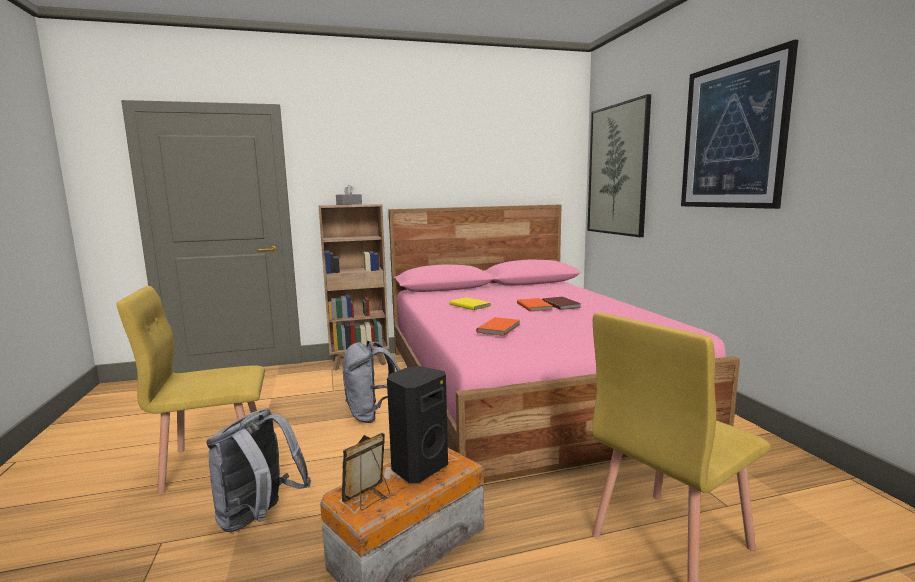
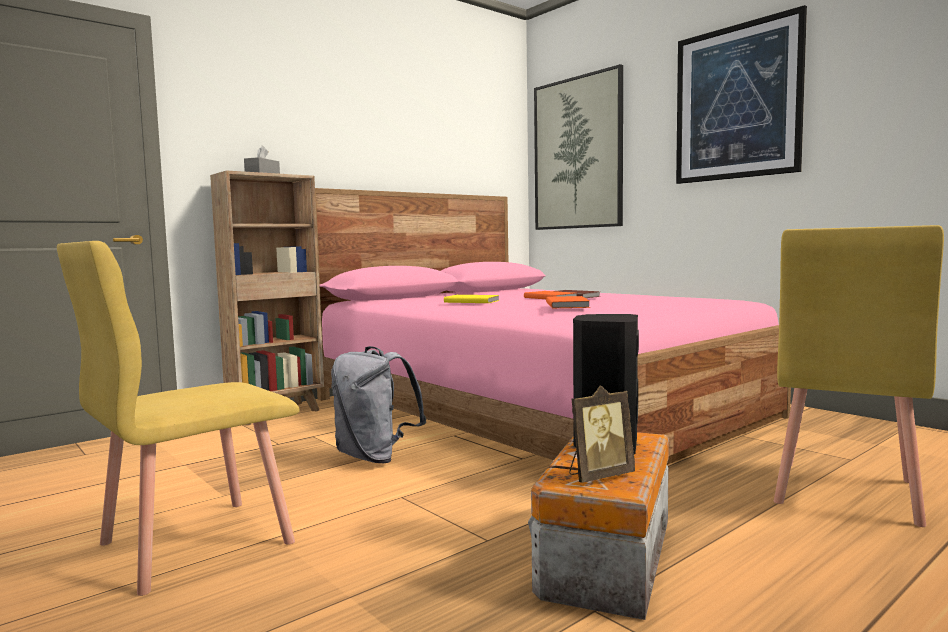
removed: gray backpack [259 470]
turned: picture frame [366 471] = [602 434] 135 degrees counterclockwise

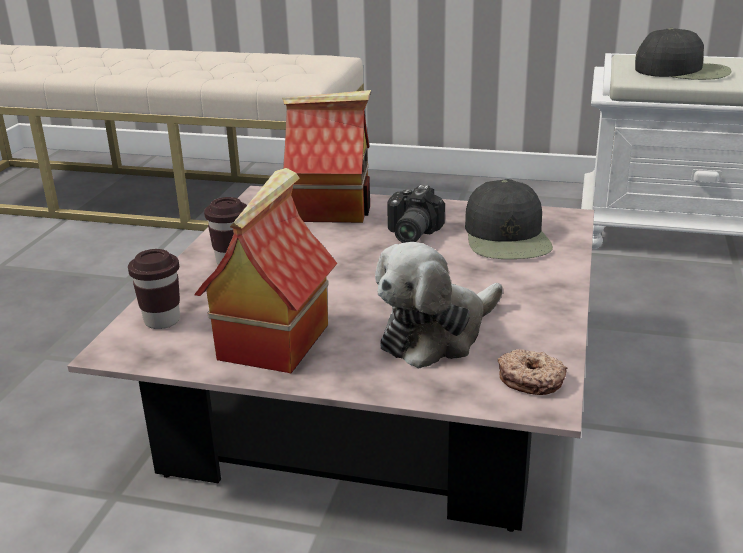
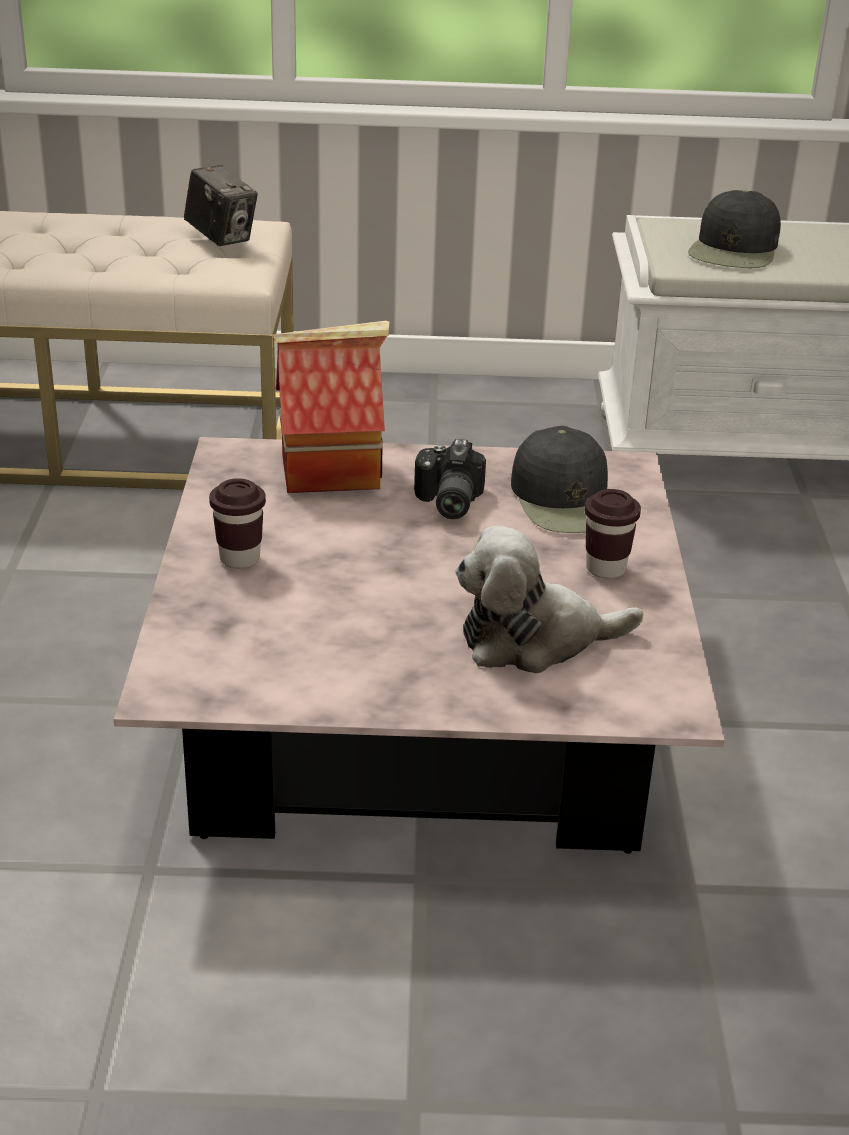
removed: toy house [266 270]; ring doughnut [532 372]
added: photo camera [221 205]
moved: brown-coloured cup [154 289] to [613 534]
turned: cuddly toy [439 305] = [549 599] 45 degrees clockwise; black cap [683 54] = [734 229] 105 degrees clockwise

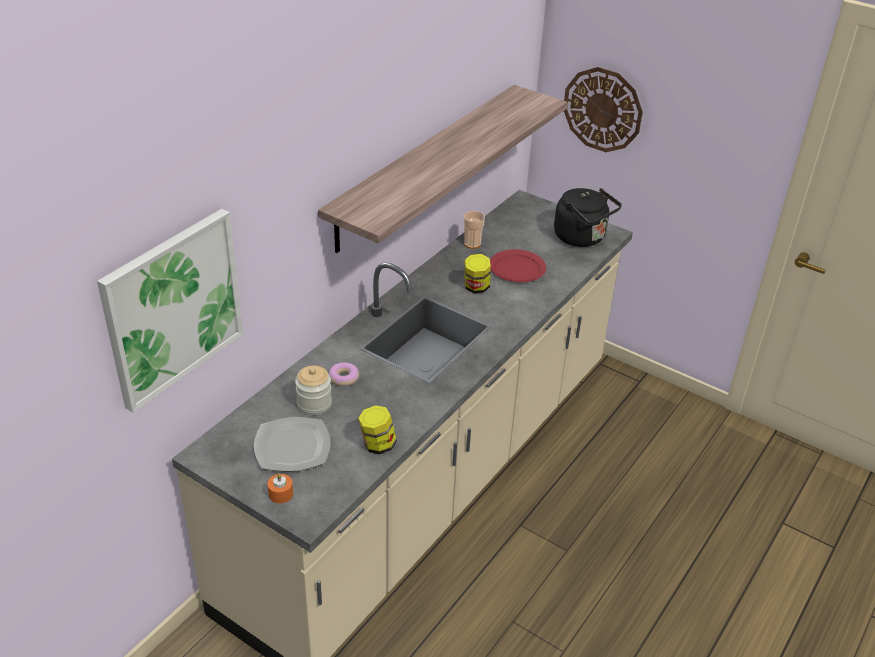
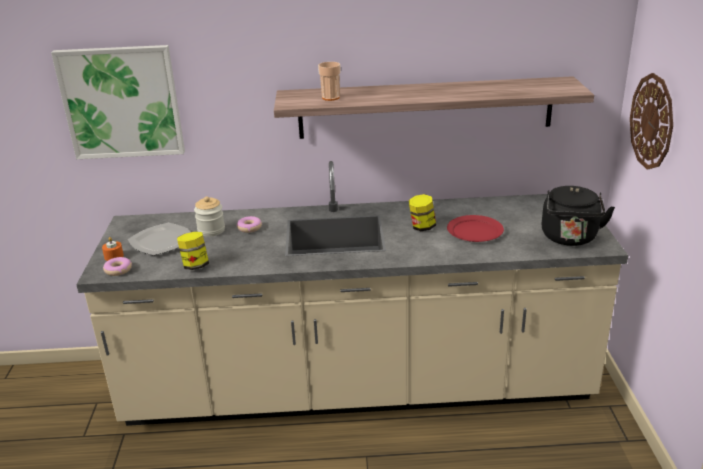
added: ring doughnut [117 266]
moved: cup [474 230] to [329 81]

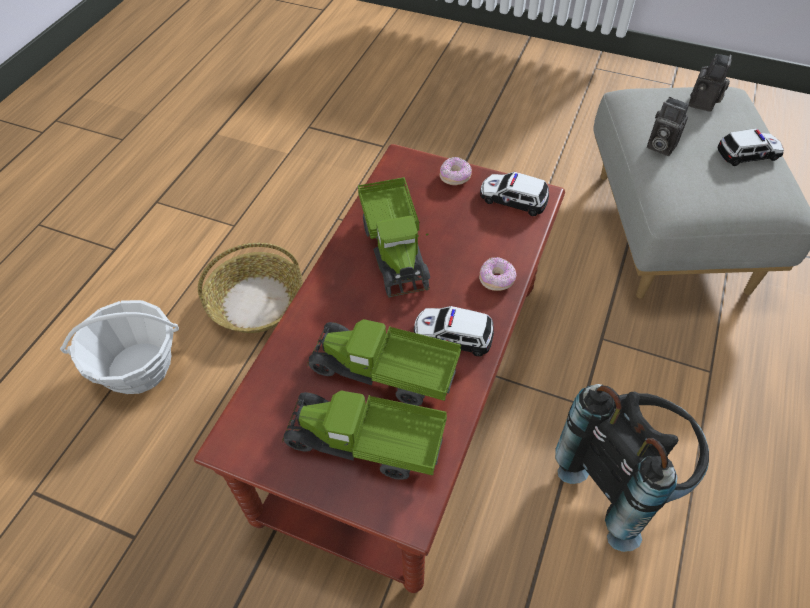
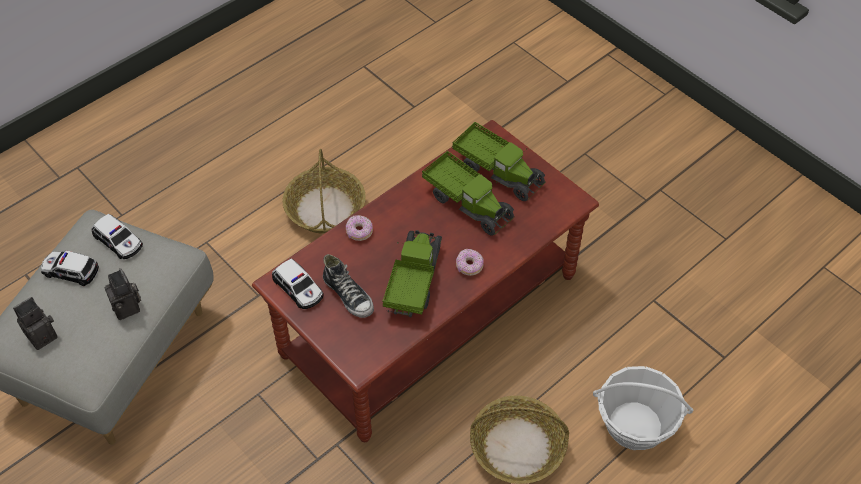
added: low shoe [348 286]
moved: toy car [454 331] to [117 236]; ring doughnut [456 171] to [470 262]
replaced: black backpack [632 468] to basket [324 191]

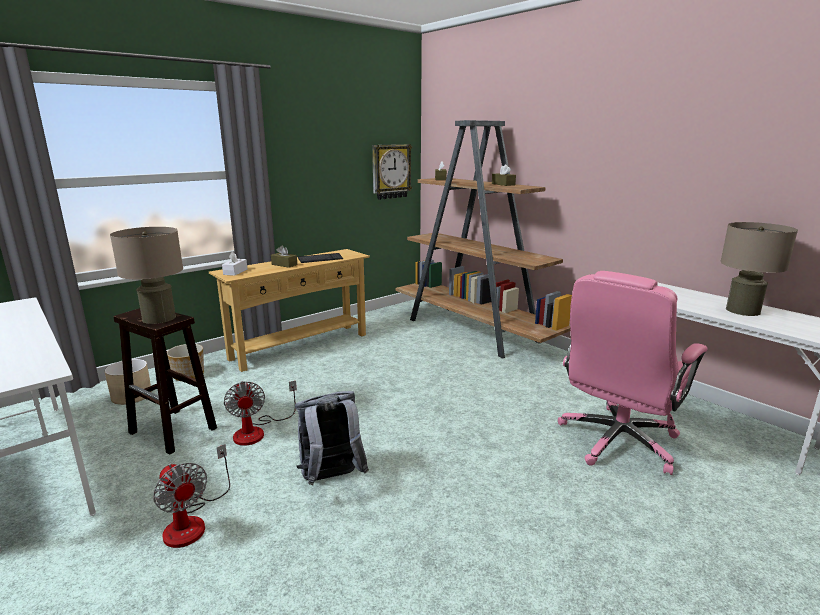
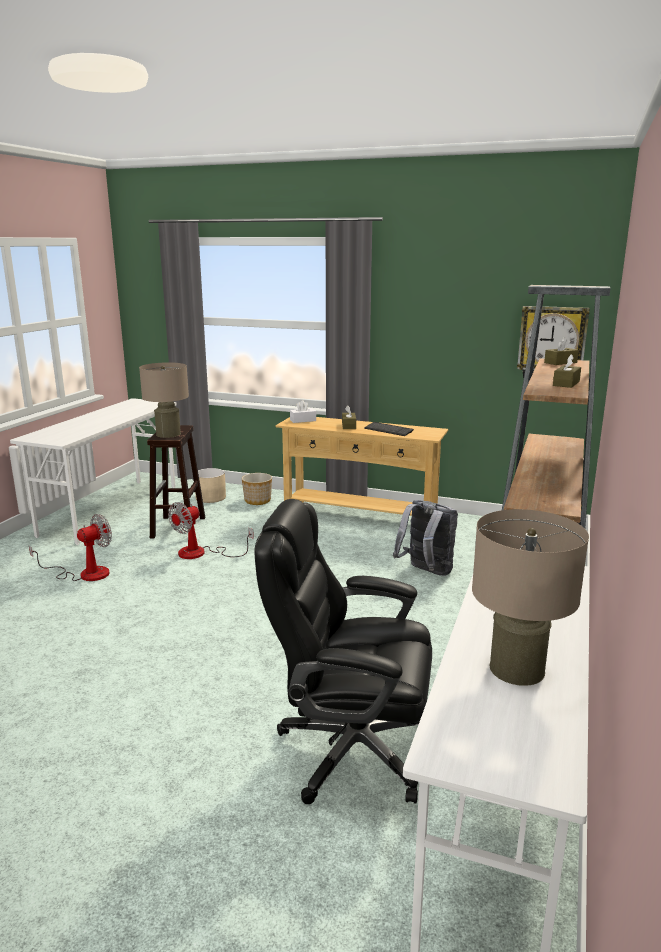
moved: gray backpack [332 438] to [425 538]
recoloured: pink-coloured office chair [633 373] to black office chair [343 651]
turned: cooling fan [191 496] = [70 547] 150 degrees counterclockwise

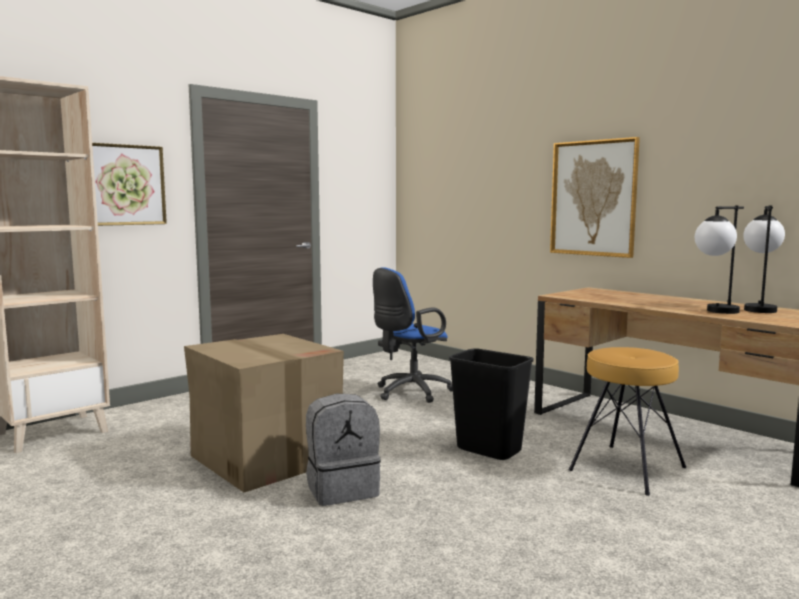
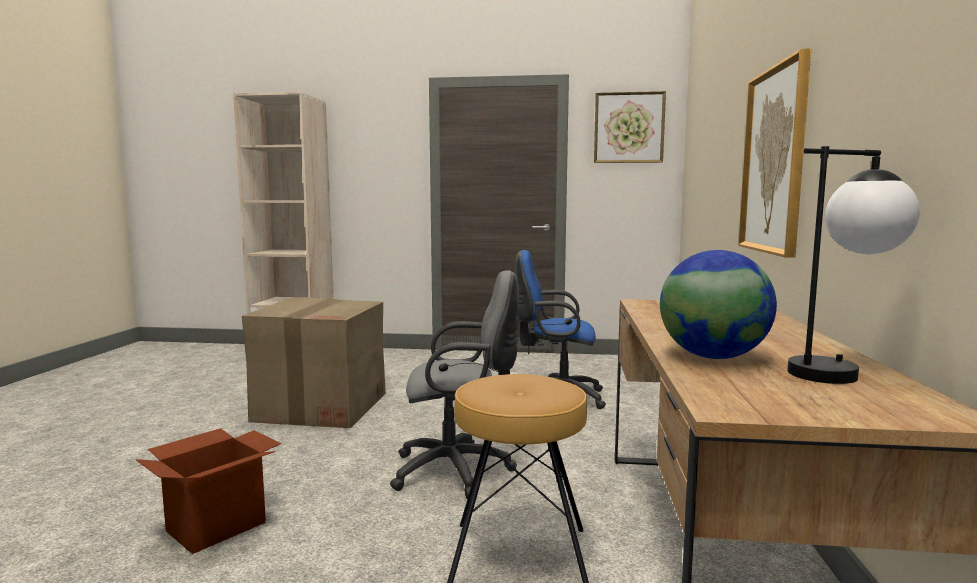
removed: gray backpack [343 449]
added: cardboard box [208 491]
moved: picture [129 184] to [630 127]
replaced: black rubbish bin [491 404] to gray office chair [454 384]; table lamp [719 259] to desk globe [718 304]

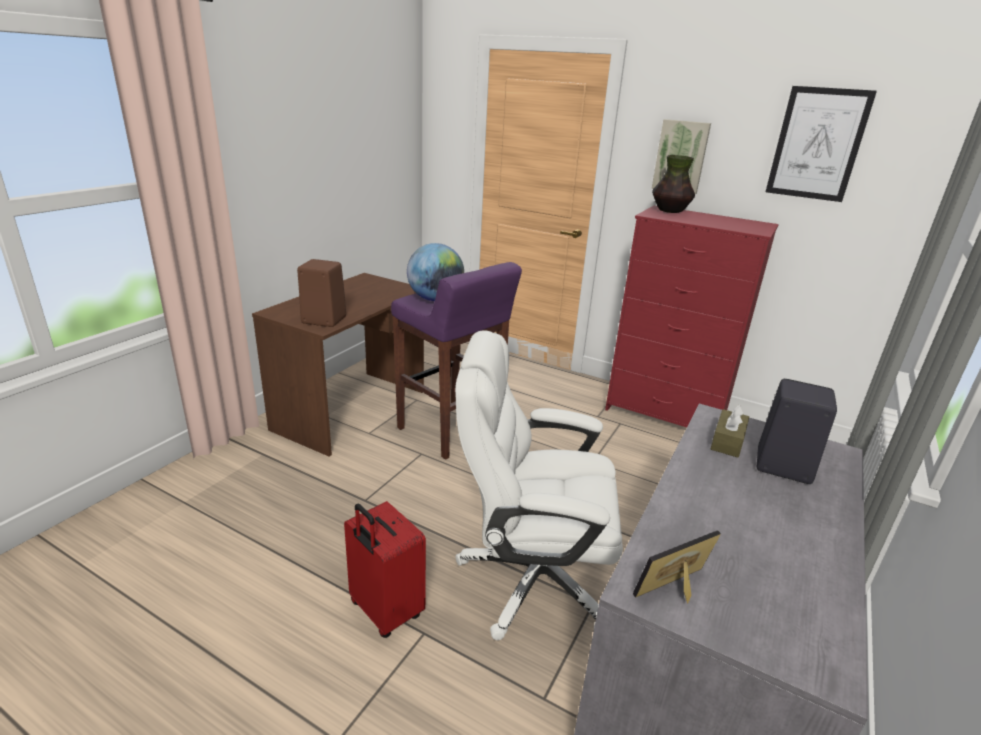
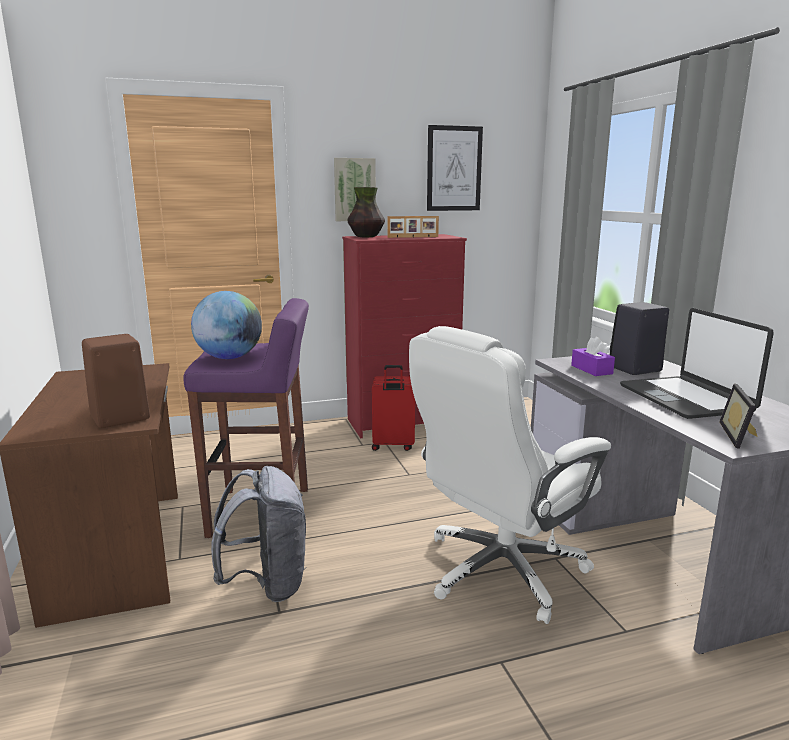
added: gray backpack [258 534]; picture frame [413 227]; laptop [697 363]
moved: red-coloured piece of luggage [385 569] to [393 408]
recoloured: brown-coloured tissue box [730 431] to purple tissue box [593 356]

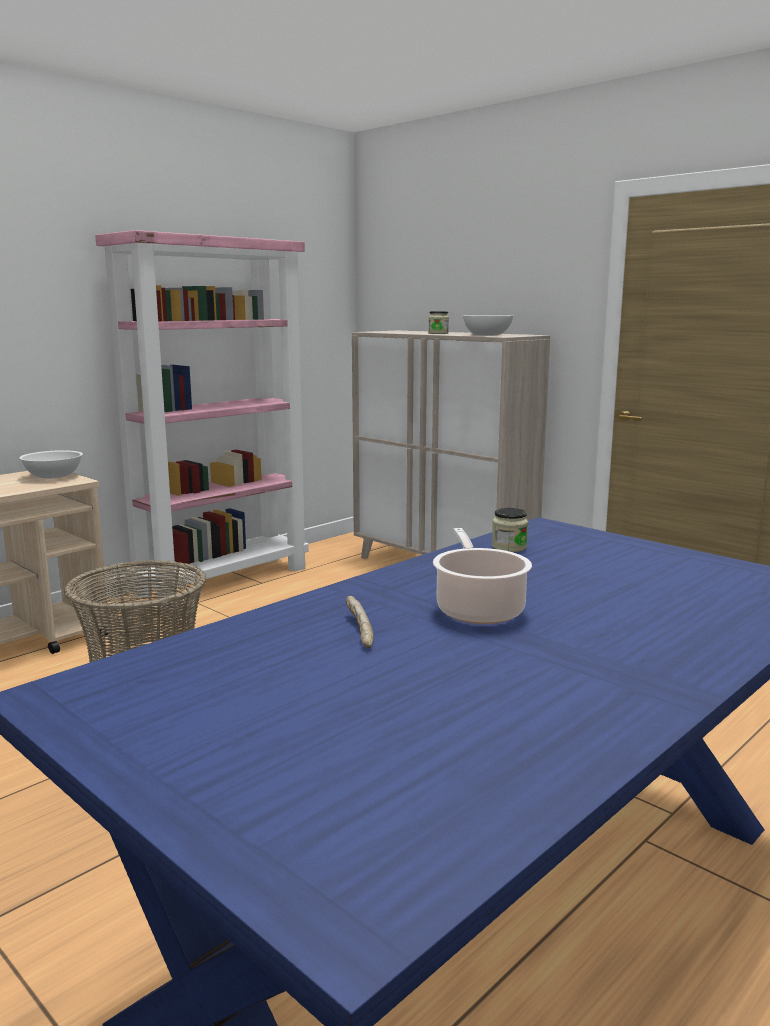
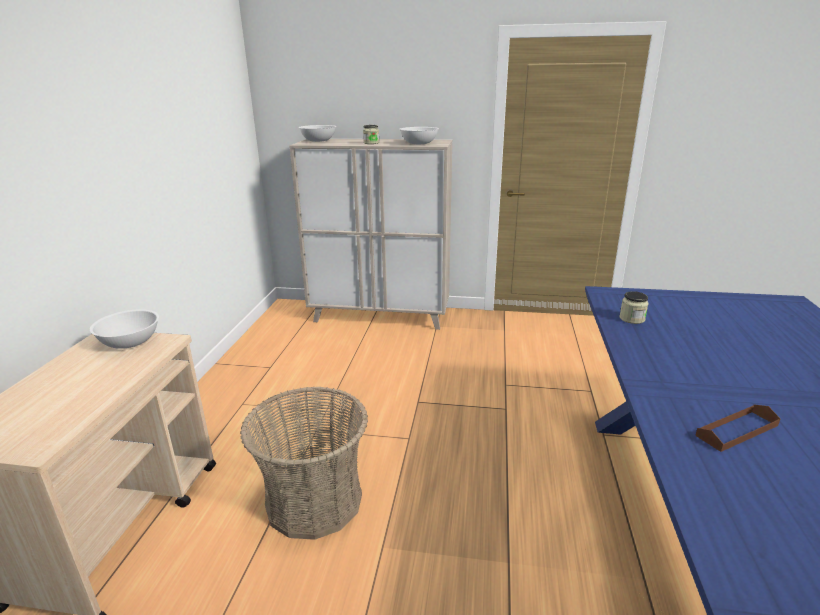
removed: pink-coloured bookshelf [202 419]; cooking pot [482 576]
added: white-coloured serving bowl [317 133]
replaced: bread [360 622] to brown-coloured carrying tray [738 428]

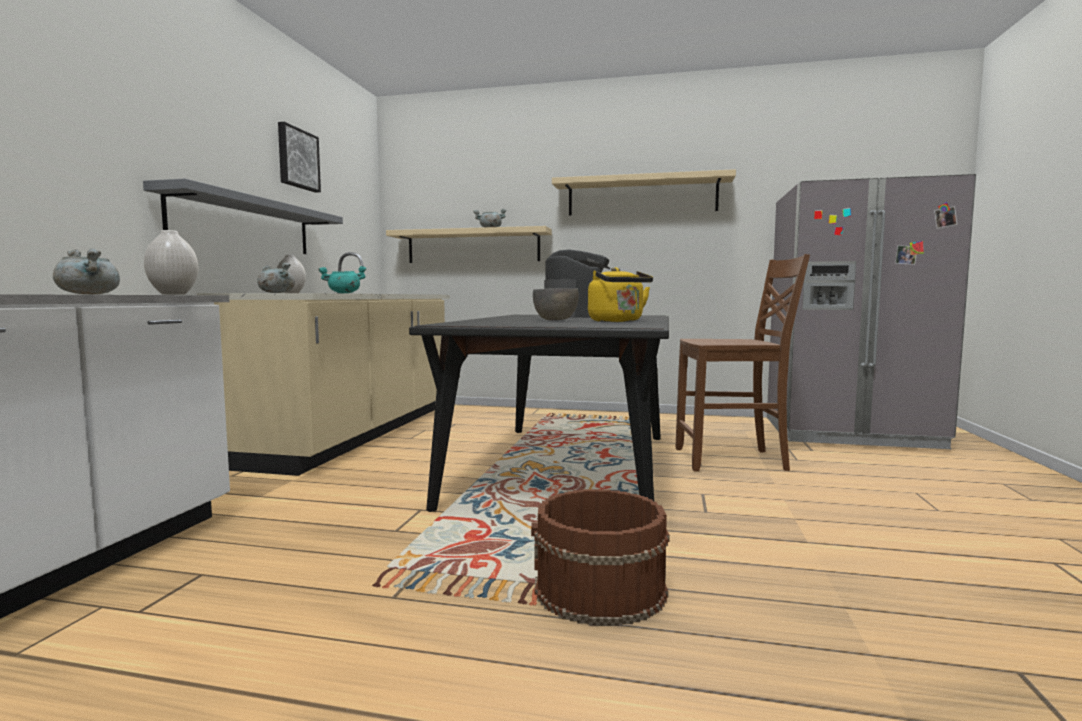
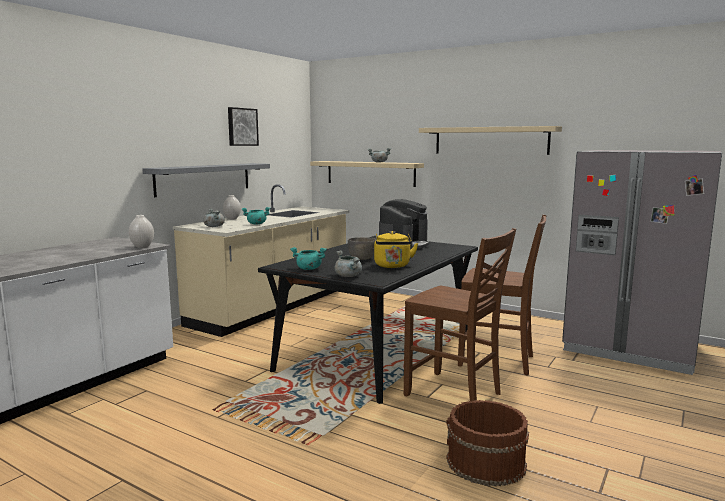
added: turquoise-coloured cooking pot [308 258]; brown-coloured plain chair [460 314]
moved: gray cooking pot [86 271] to [348 264]; brown-coloured water bucket [600 557] to [487 443]

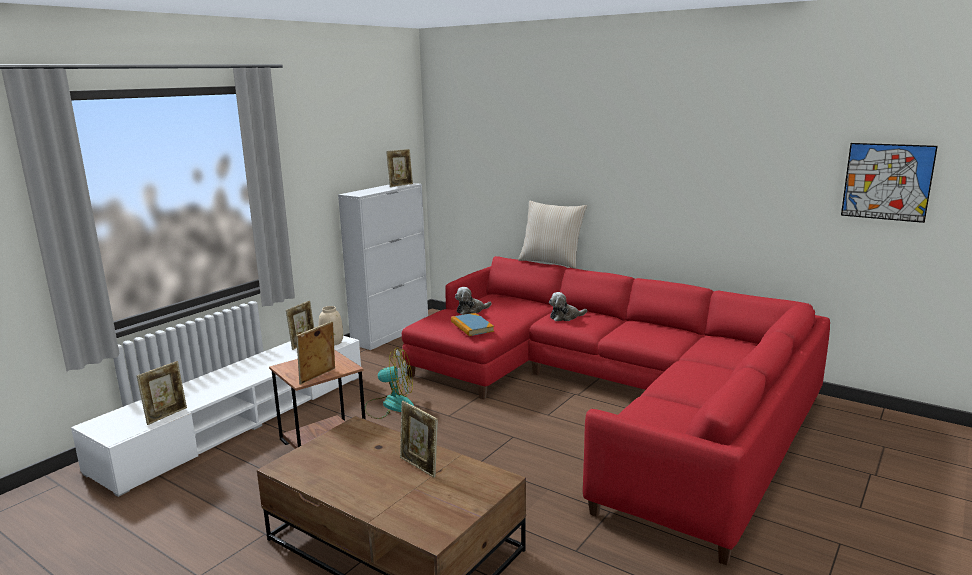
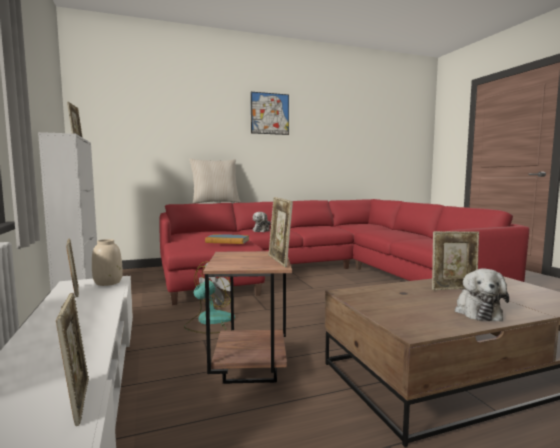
moved: picture [889 183] to [270 113]; cuddly toy [473 301] to [482 294]

